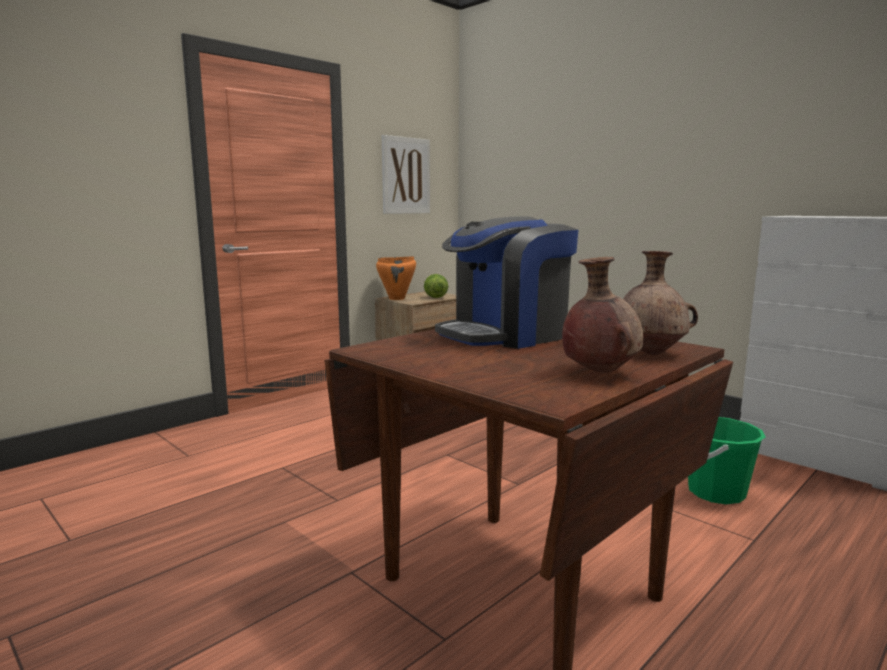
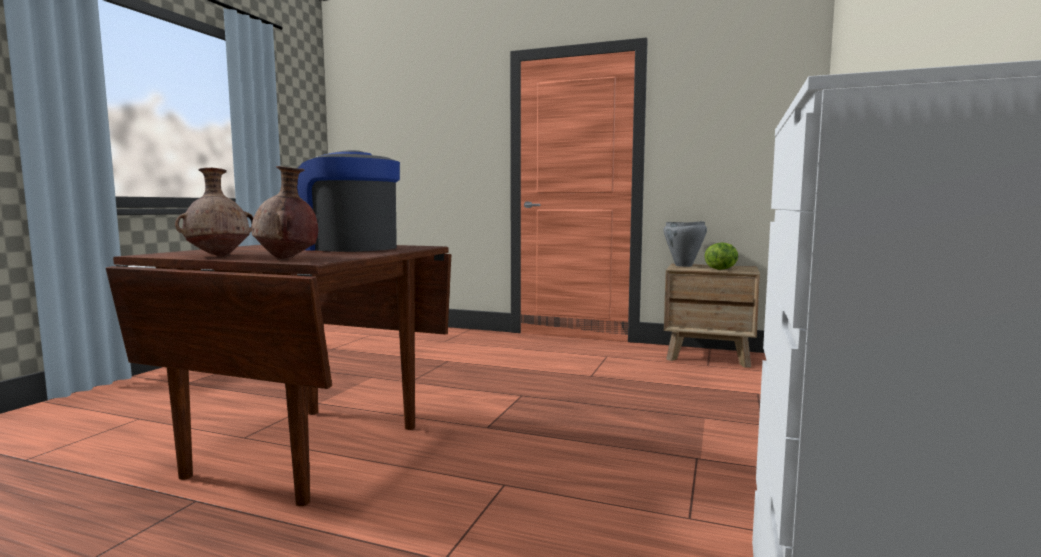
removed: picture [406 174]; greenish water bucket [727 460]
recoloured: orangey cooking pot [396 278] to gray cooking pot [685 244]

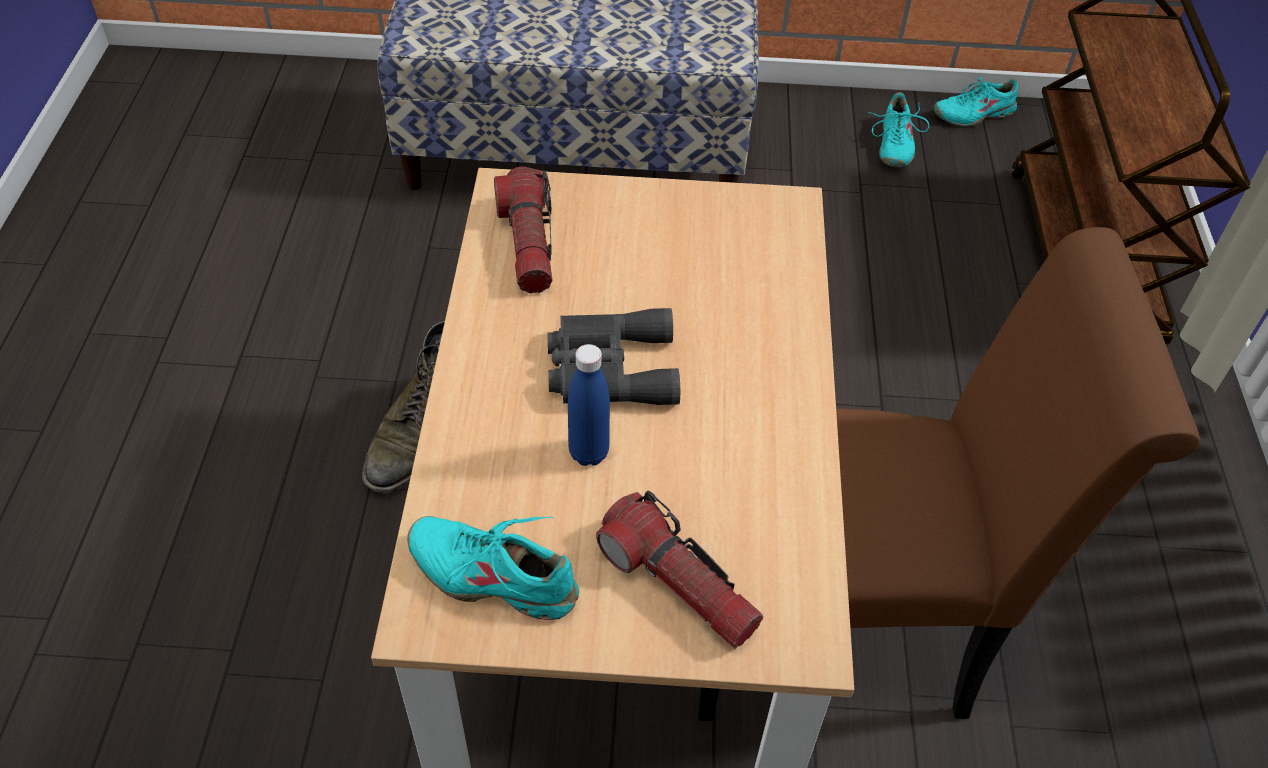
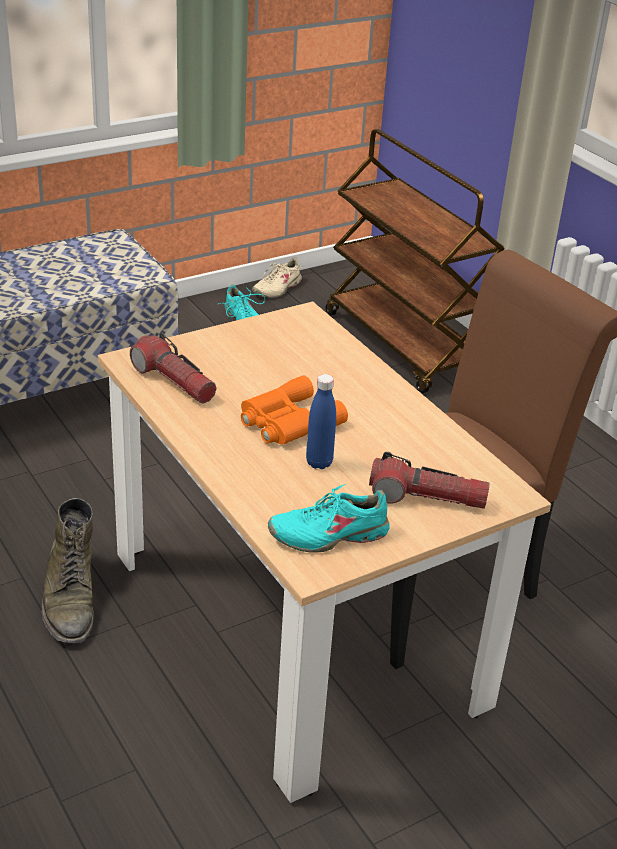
recoloured: gray binoculars [613 356] to orangey binoculars [294 410]; turquoise-coloured low shoe [975 101] to sand-coloured low shoe [277 277]

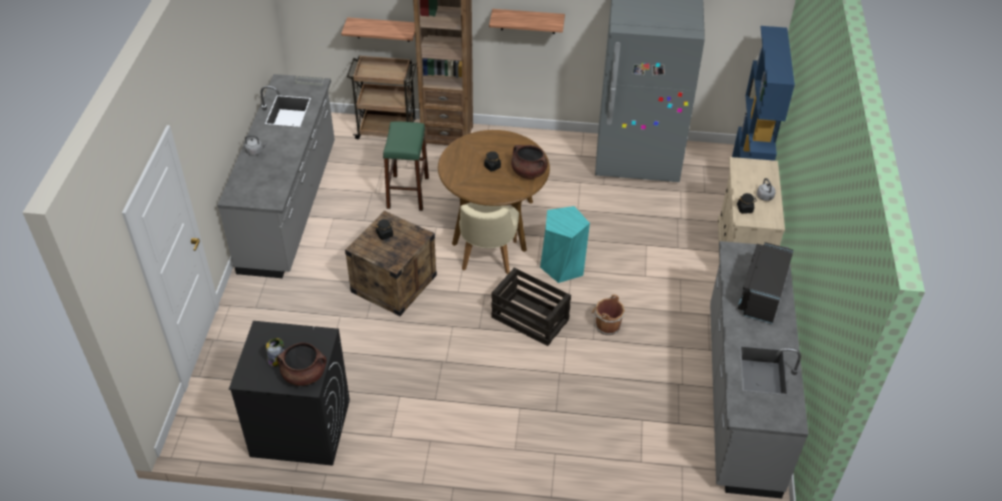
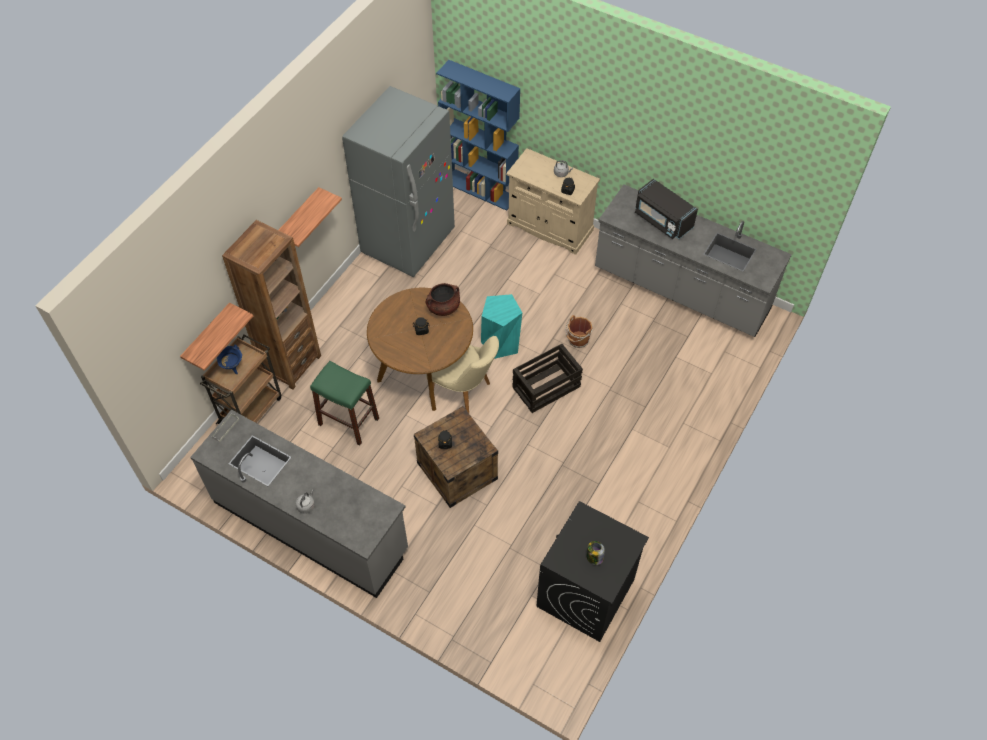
removed: brown-coloured cooking pot [302 364]
added: bluish cooking pot [229 359]

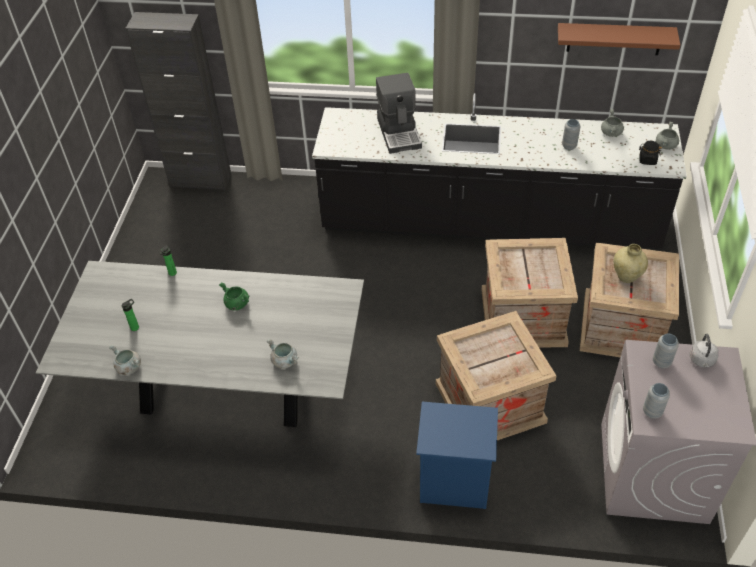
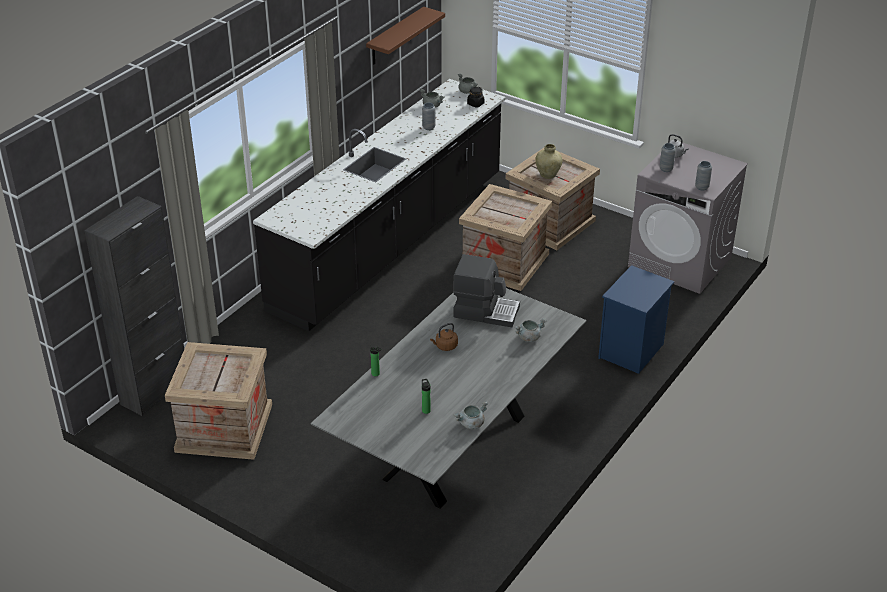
moved: crate [496 375] to [218 401]; coffee maker [399 113] to [486 290]
replaced: greenish cooking pot [234 296] to brown-coloured tea kettle [444 337]

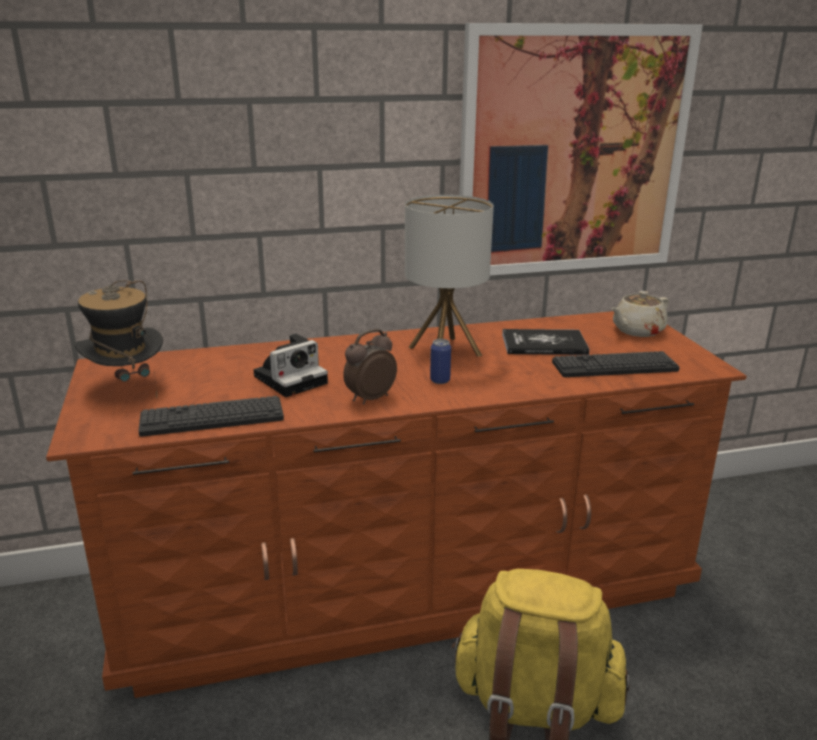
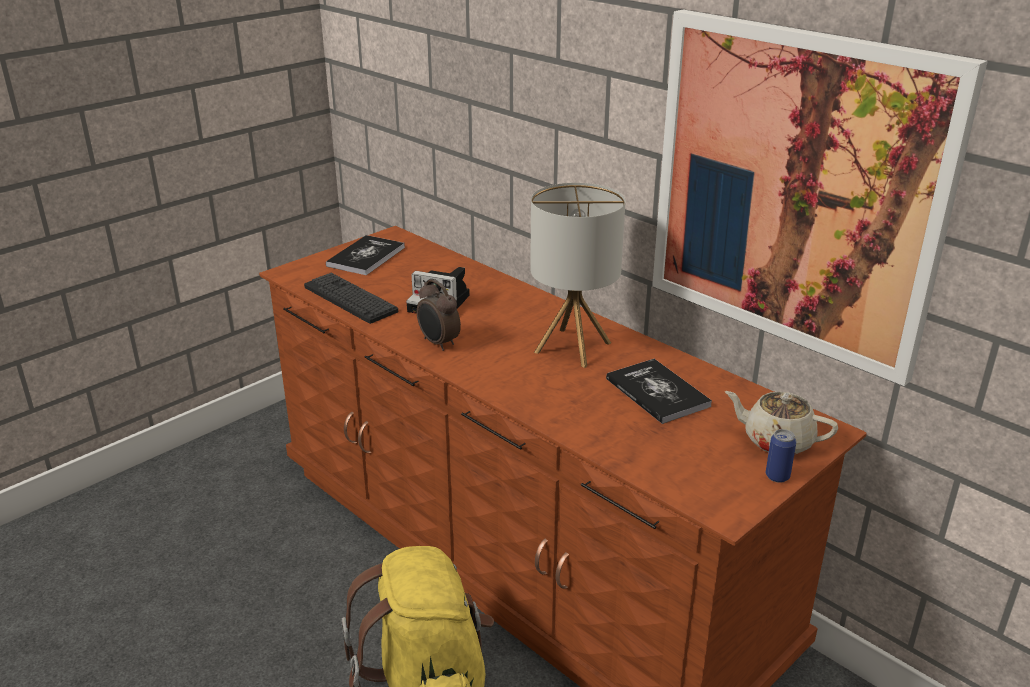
removed: keyboard [616 364]
moved: sealed can [440 361] to [781 456]
replaced: hat [118 339] to volume [365 255]
turned: table clock [370 367] = [439 315] 150 degrees counterclockwise

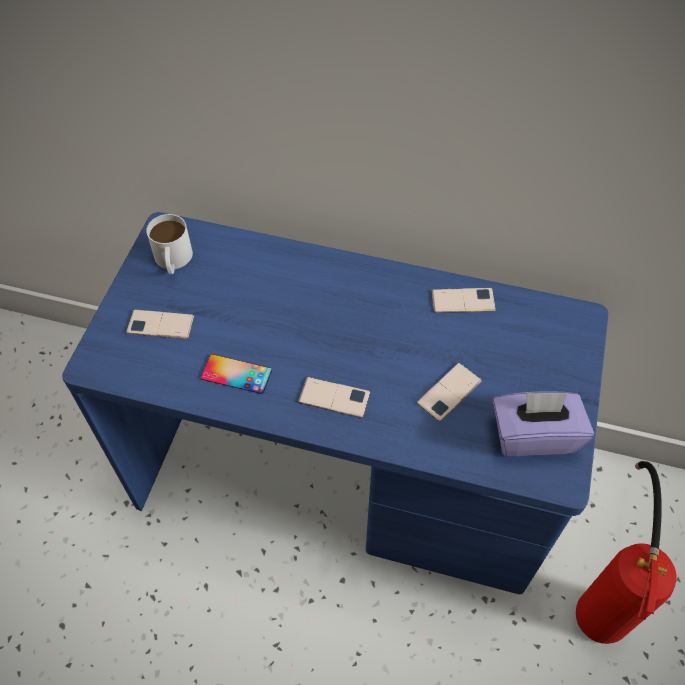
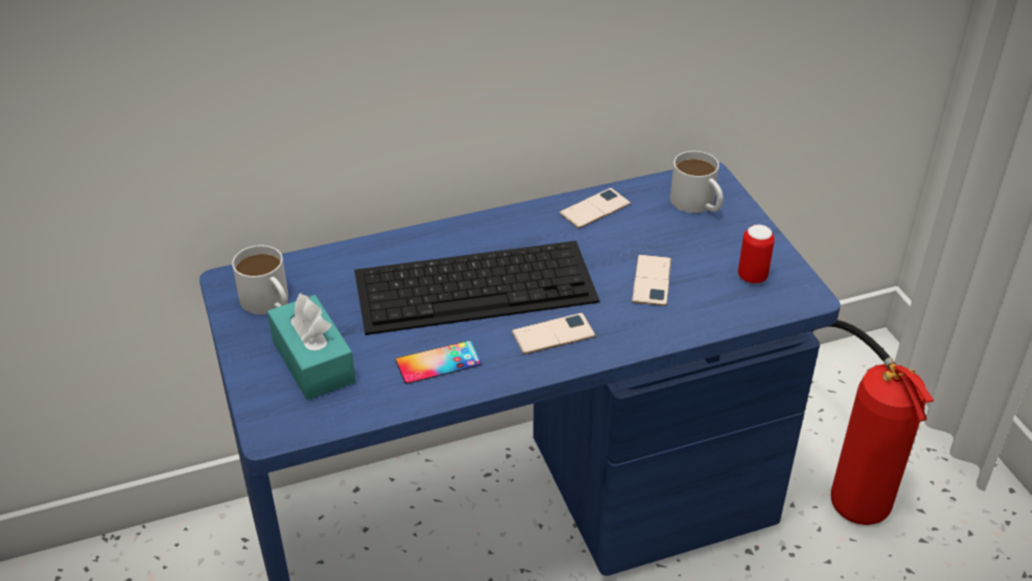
added: keyboard [477 288]; white-coloured coffee mug [696 182]
replaced: handset [160 324] to turquoise-coloured tissue box [311 346]; purple tissue box [543 423] to sealed can [756 254]

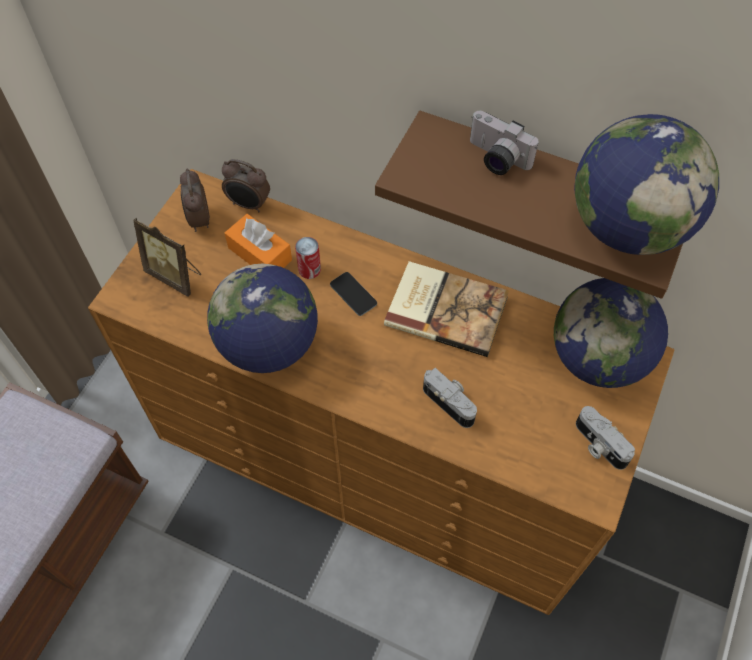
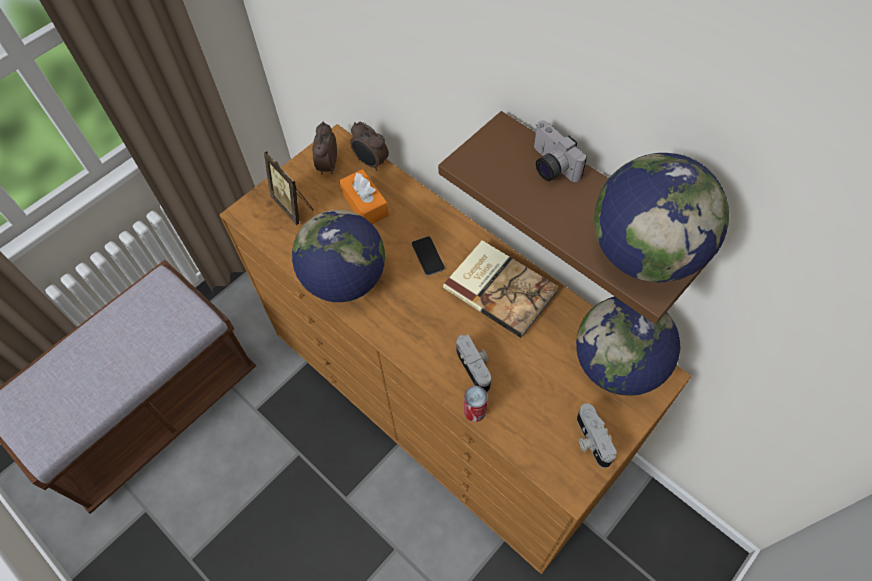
moved: sealed can [308 258] to [476 404]

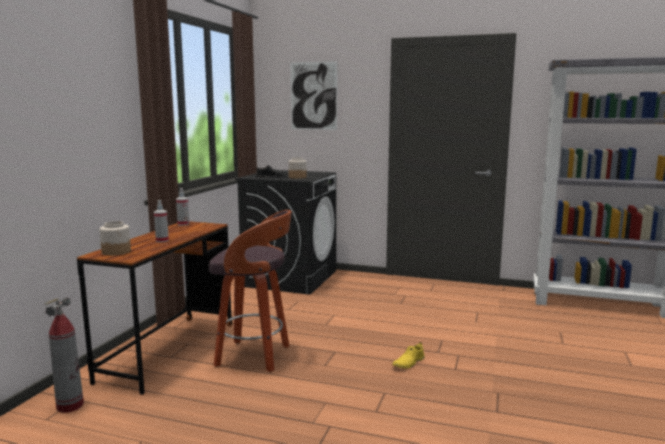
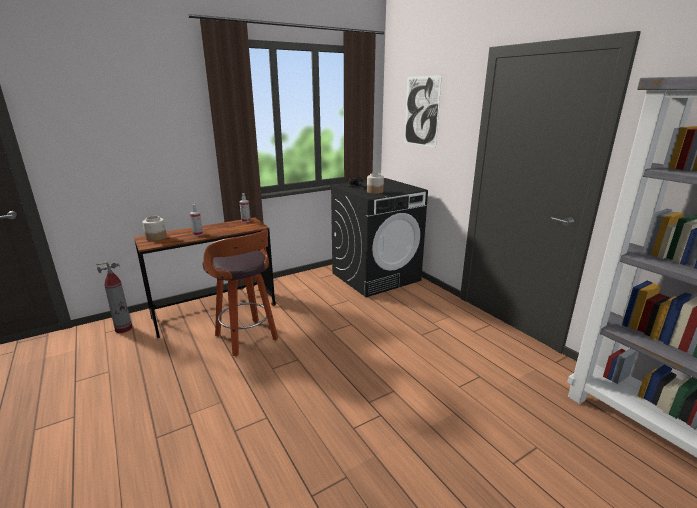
removed: yellow low shoe [408 355]

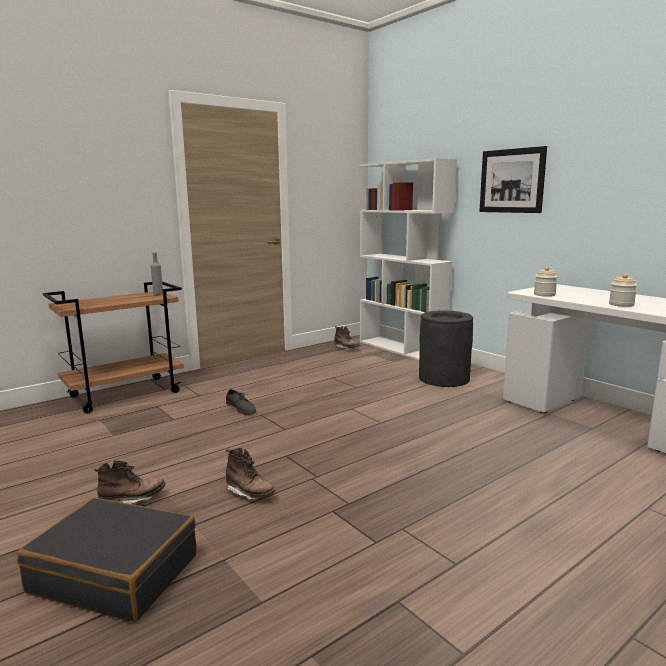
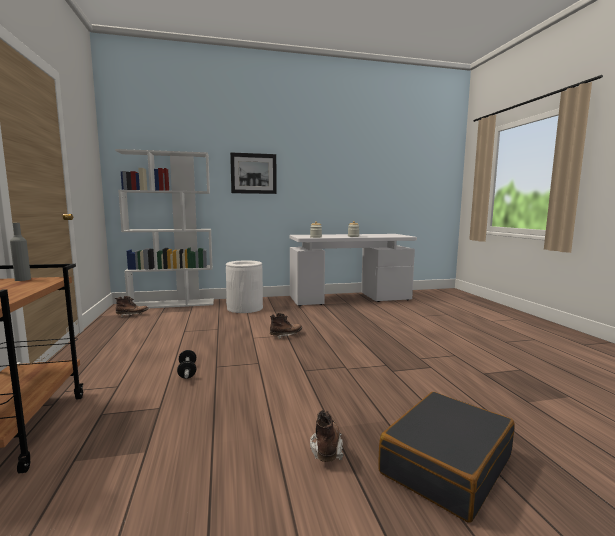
moved: brown-coloured boot [251 474] to [286 326]
replaced: gray low shoe [241 402] to free weight [186 364]
recoloured: black rubbish bin [446 349] to white-coloured rubbish bin [244 286]

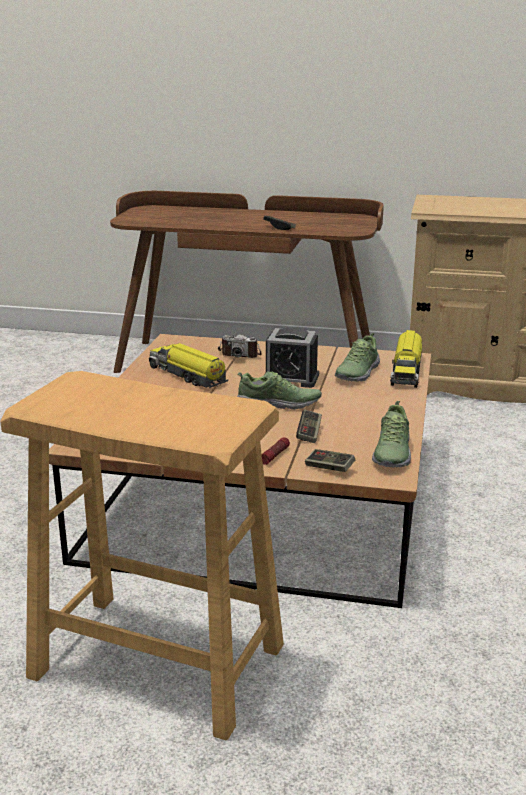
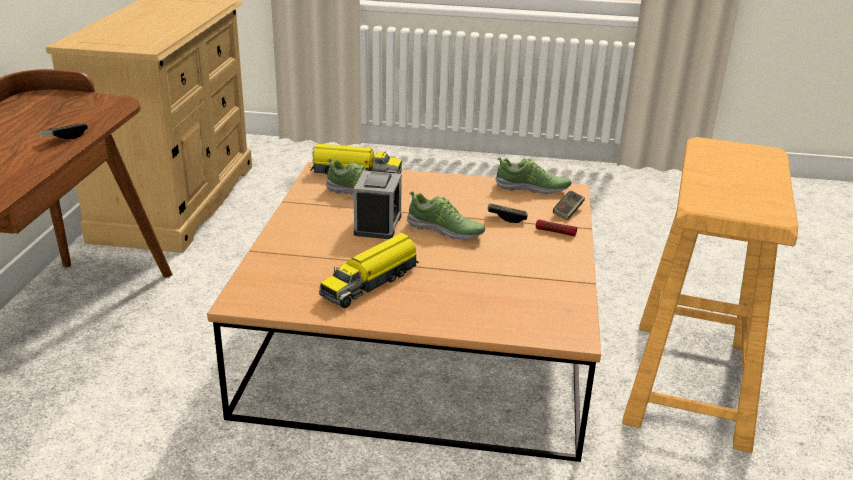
removed: photo camera [239 346]
turned: low shoe [279 390] = [446 215] 120 degrees clockwise

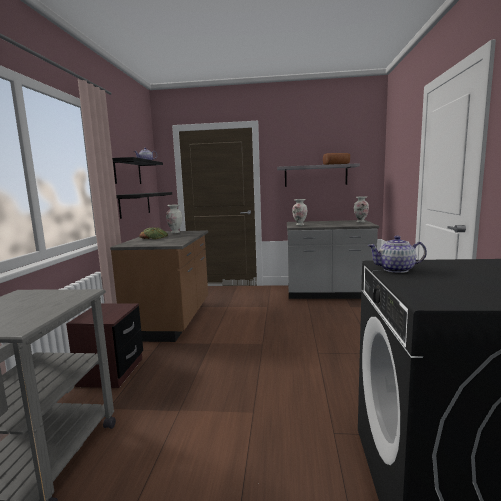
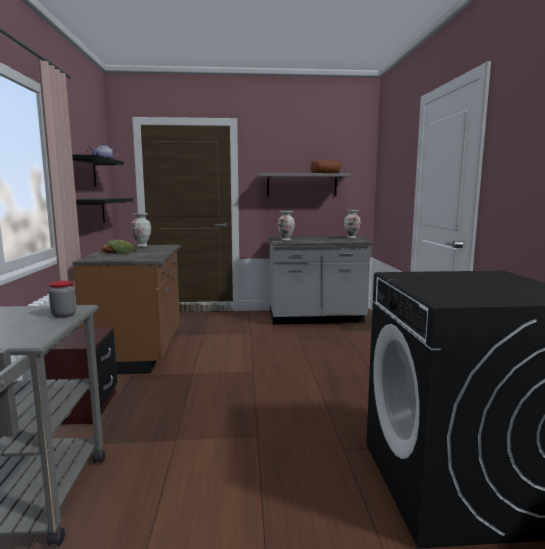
removed: tea pot [397 254]
added: storage jar [62 299]

